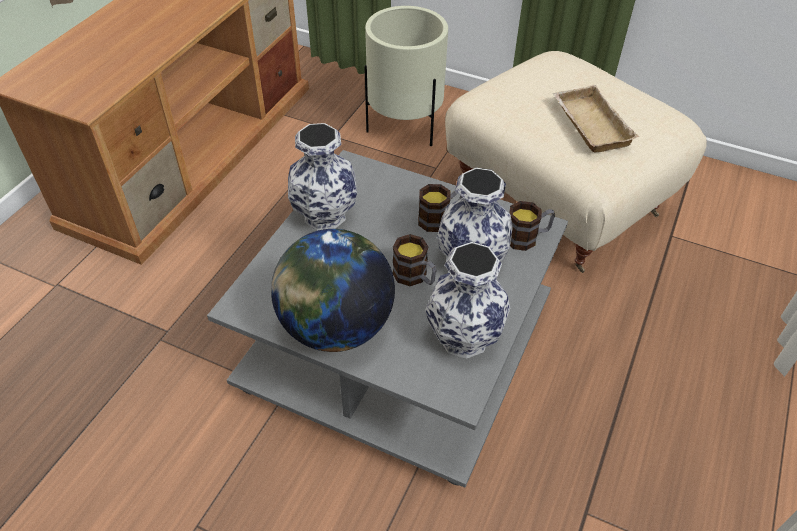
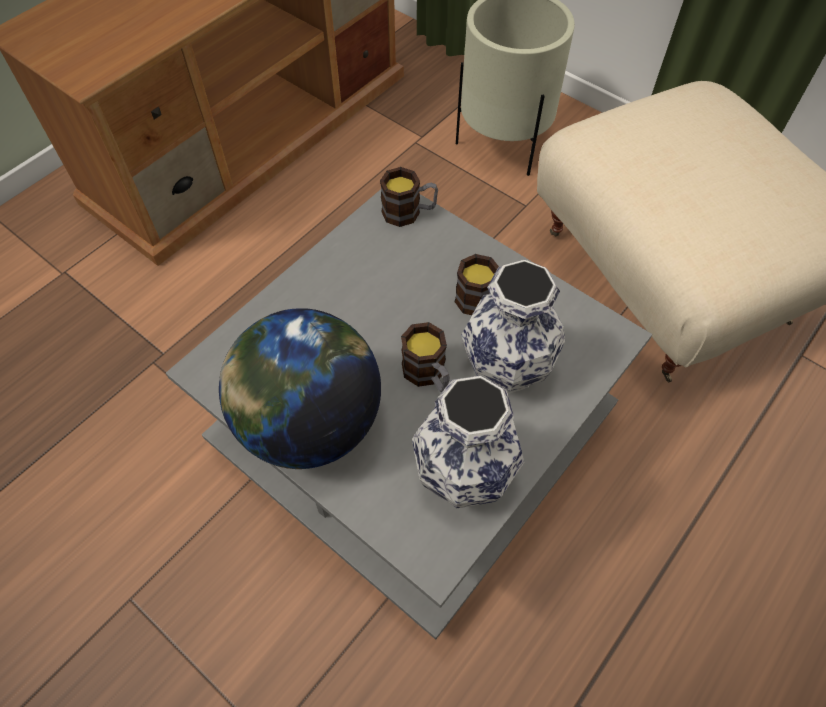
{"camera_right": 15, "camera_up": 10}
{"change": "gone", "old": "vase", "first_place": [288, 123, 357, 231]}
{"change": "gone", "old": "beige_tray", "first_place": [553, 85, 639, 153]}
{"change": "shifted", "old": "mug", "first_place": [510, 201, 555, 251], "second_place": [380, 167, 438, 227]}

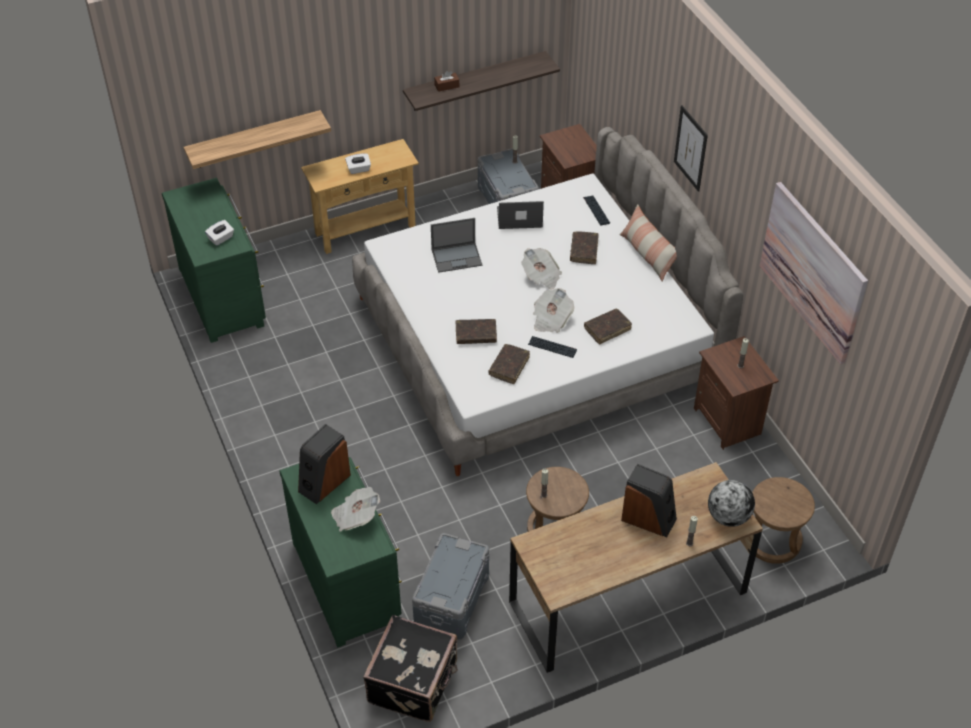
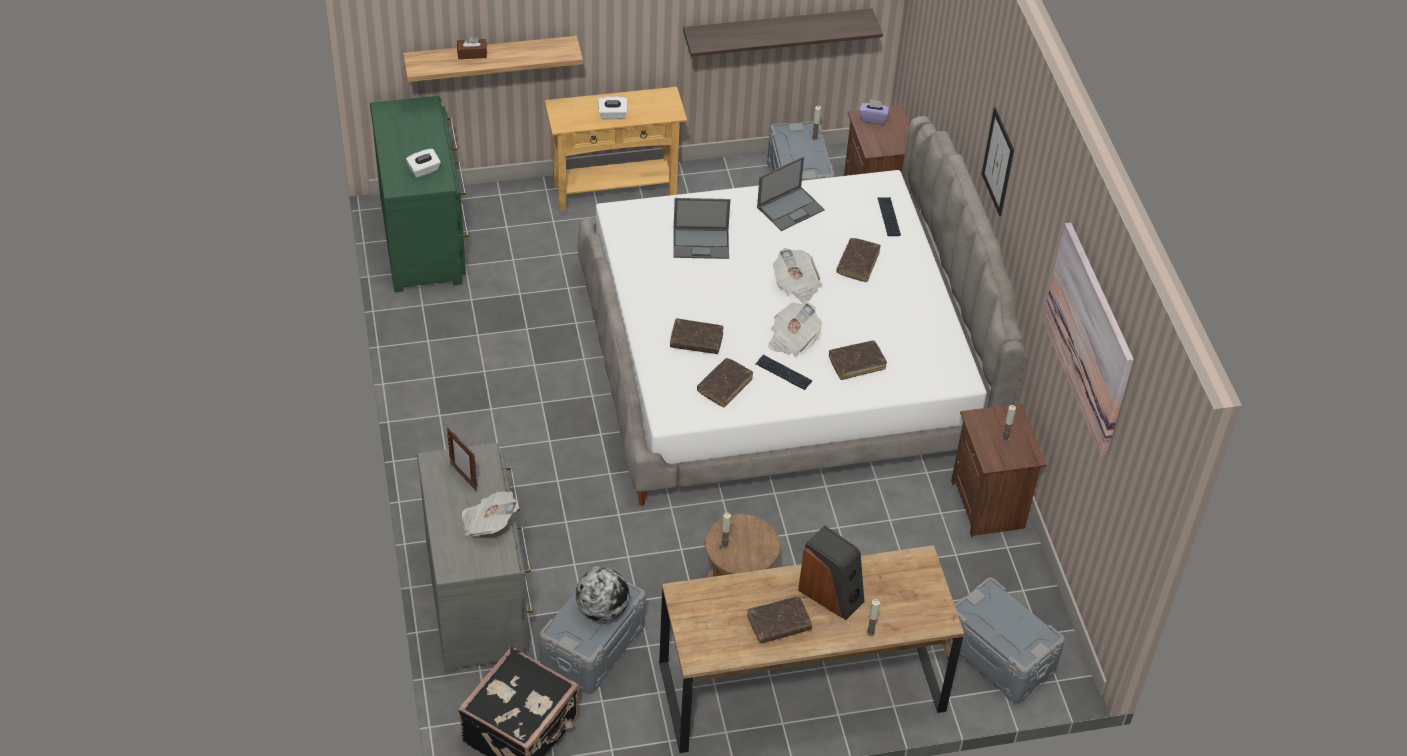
{"camera_right": 10, "camera_up": 0}
{"change": "gone", "old": "pillow", "first_place": [619, 204, 677, 282]}
{"change": "new", "new": "brown_book", "second_place": [747, 596, 812, 643]}
{"change": "new", "new": "purple_tissue_box", "second_place": [859, 99, 889, 125]}
{"change": "shifted", "old": "brown_tissue_box", "first_place": [434, 71, 459, 92], "second_place": [457, 35, 487, 59]}
{"change": "shifted", "old": "globe", "first_place": [708, 480, 755, 527], "second_place": [576, 567, 630, 622]}
{"change": "swapped", "old": "speaker", "new": "picture_frame", "first_place": [298, 424, 351, 504], "second_place": [447, 428, 477, 491]}
{"change": "swapped", "old": "brown_stool", "new": "grey_storage_box", "first_place": [752, 477, 815, 564], "second_place": [954, 577, 1065, 703]}
{"change": "repainted", "old": "green_dresser", "new": "grey_dresser", "first_place": [279, 457, 402, 647], "second_place": [417, 443, 533, 674]}
{"change": "rotated", "old": "laptop", "first_place": [497, 201, 544, 229], "second_place": [757, 157, 825, 231], "degrees": 135}

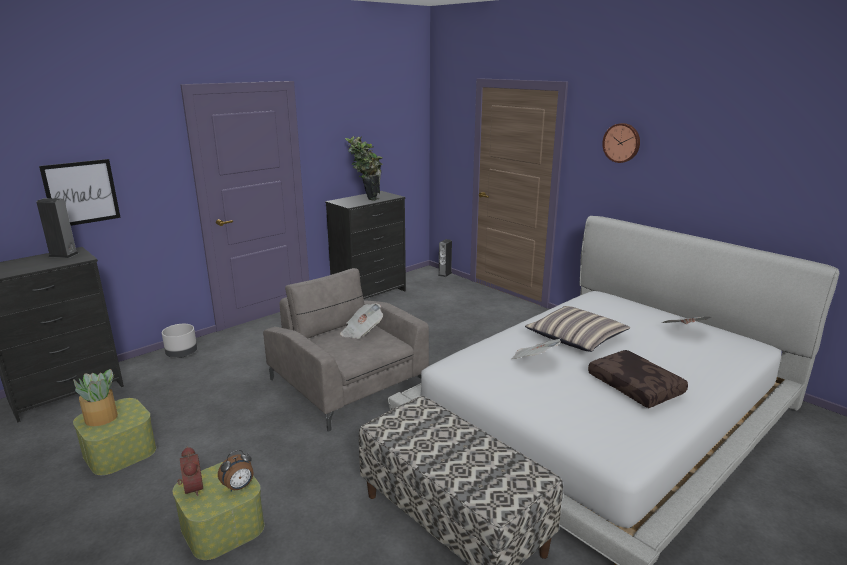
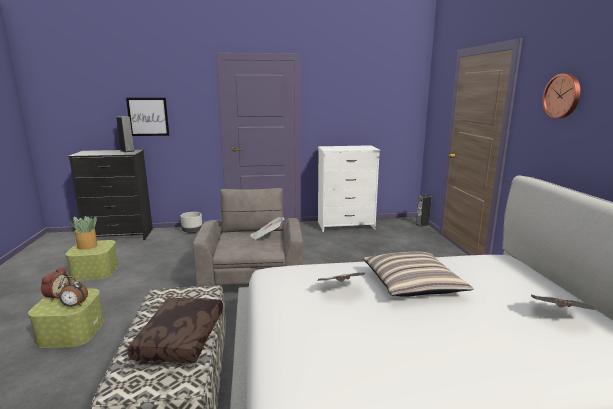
{"camera_right": 35, "camera_up": -5}
{"change": "gone", "old": "potted_plant", "first_place": [345, 135, 383, 201]}
{"change": "shifted", "old": "brown_pillow", "first_place": [588, 350, 688, 408], "second_place": [128, 298, 223, 363]}
{"change": "repainted", "old": "black_dresser", "new": "white_dresser", "first_place": [325, 191, 406, 299], "second_place": [318, 145, 380, 232]}

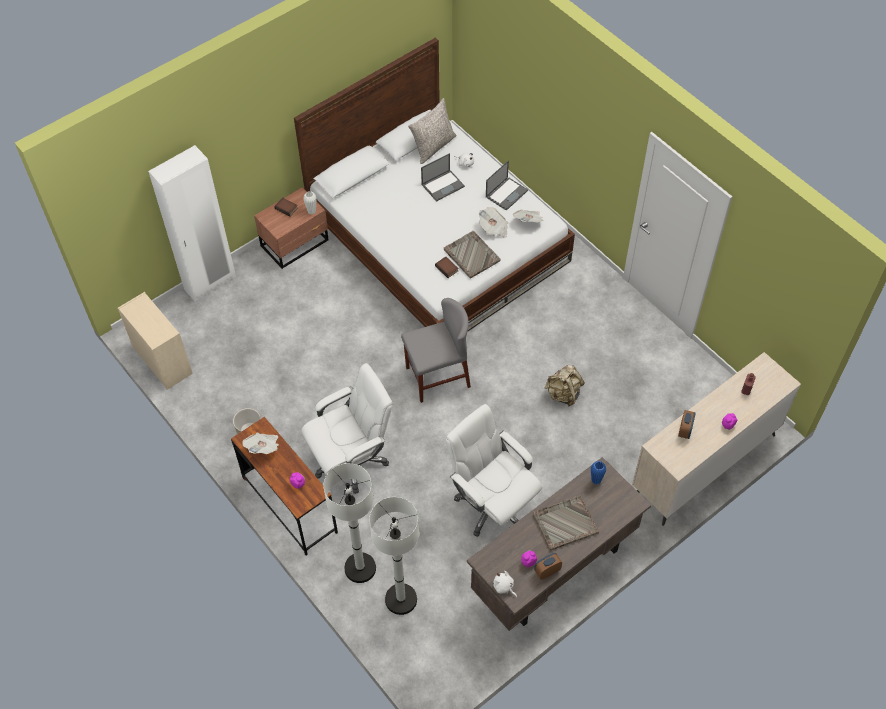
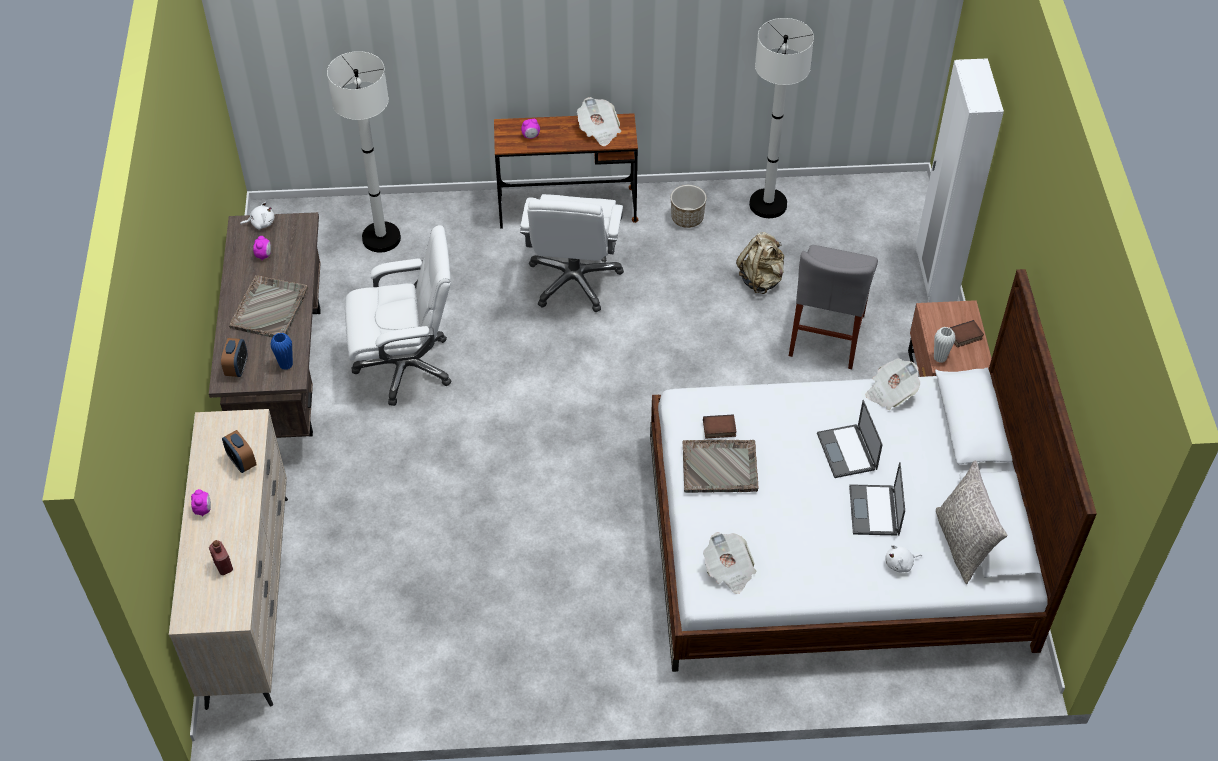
{"camera_right": 125, "camera_up": -5}
{"change": "gone", "old": "beige_dresser", "first_place": [118, 292, 193, 390]}
{"change": "shifted", "old": "white_floor_lamp", "first_place": [323, 463, 376, 583], "second_place": [749, 18, 814, 218]}
{"change": "shifted", "old": "grey_chair", "first_place": [401, 298, 471, 403], "second_place": [789, 245, 878, 369]}
{"change": "shifted", "old": "newspaper", "first_place": [479, 207, 508, 238], "second_place": [865, 358, 920, 410]}
{"change": "shifted", "old": "laptop", "first_place": [486, 161, 528, 211], "second_place": [817, 400, 883, 478]}
{"change": "shifted", "old": "alarm_clock", "first_place": [534, 553, 562, 580], "second_place": [221, 338, 247, 377]}
{"change": "shifted", "old": "beige_backpack", "first_place": [545, 365, 585, 406], "second_place": [736, 232, 784, 294]}

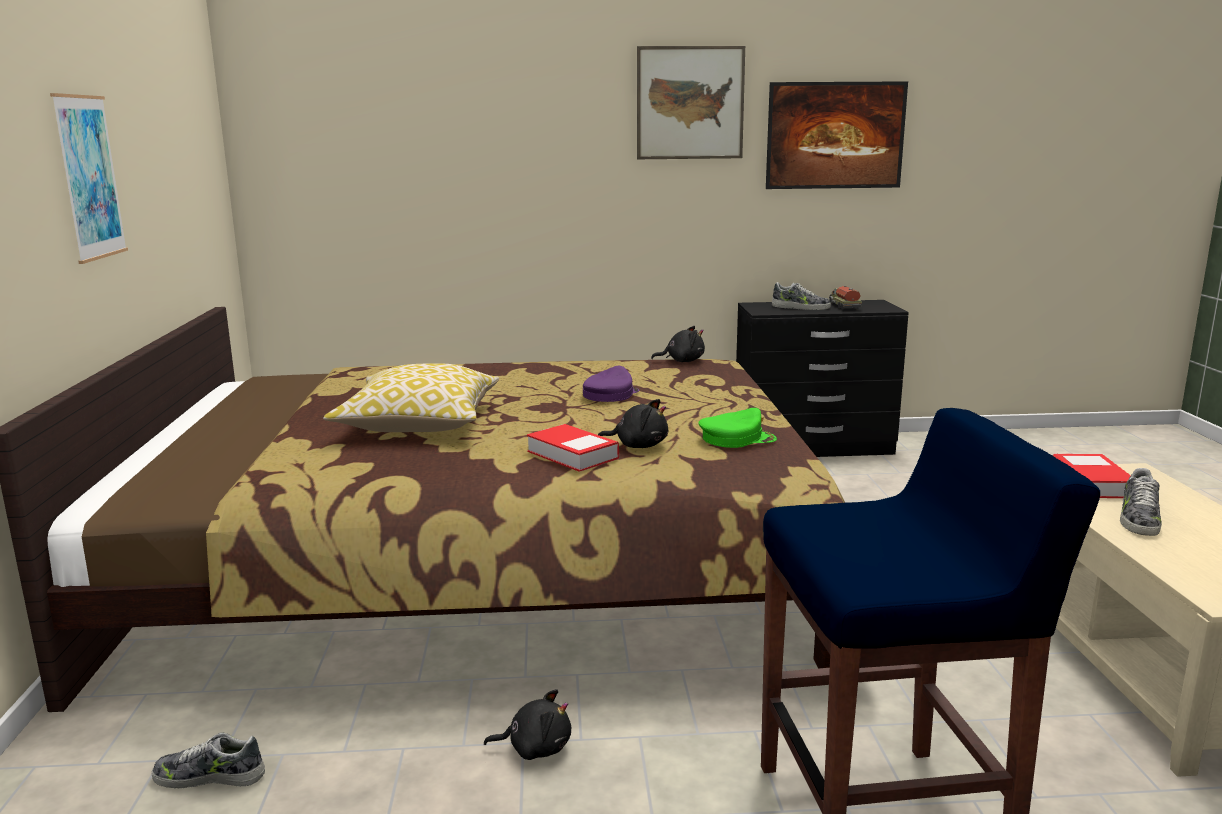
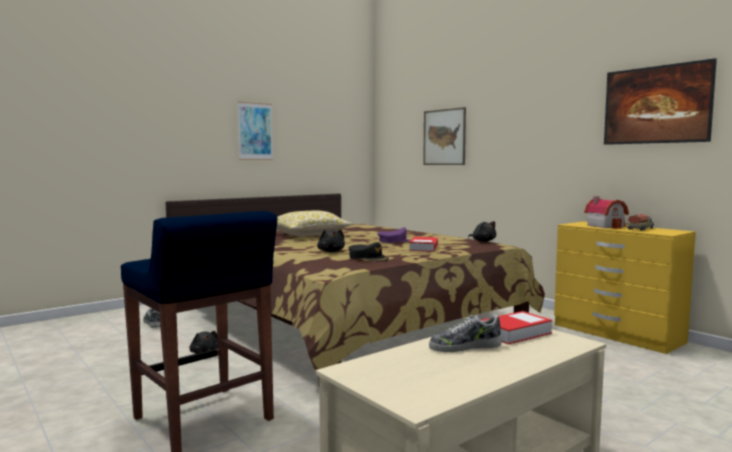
{"camera_right": 55, "camera_up": -10}
{"change": "shifted", "old": "book", "first_place": [527, 424, 619, 472], "second_place": [409, 237, 438, 252]}
{"change": "shifted", "old": "picture", "first_place": [637, 46, 745, 159], "second_place": [423, 107, 466, 165]}
{"change": "swapped", "old": "shoe", "new": "toy_house", "first_place": [772, 282, 831, 310], "second_place": [584, 196, 629, 229]}
{"change": "repainted", "old": "green_cap", "new": "black_cap", "first_place": [698, 408, 777, 448], "second_place": [349, 242, 389, 261]}
{"change": "repainted", "old": "black_dresser", "new": "yellow_dresser", "first_place": [736, 300, 909, 457], "second_place": [554, 221, 696, 354]}

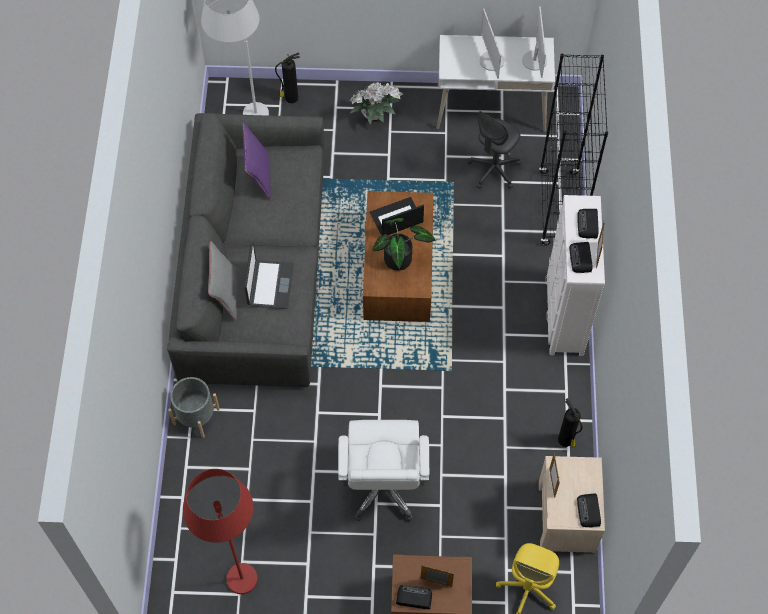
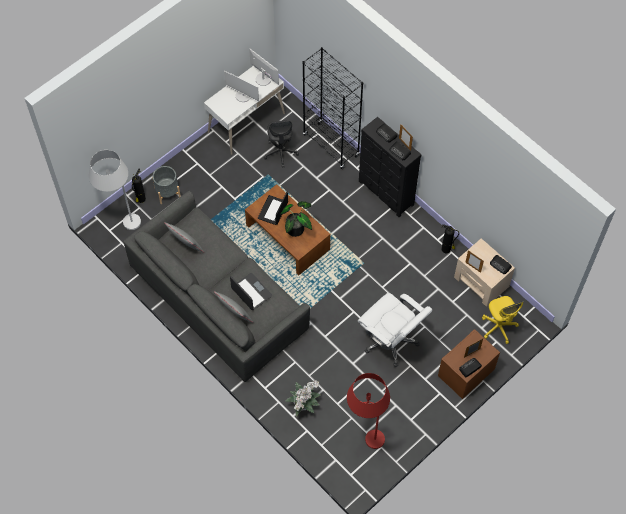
{"camera_right": -45, "camera_up": 0}
{"change": "shifted", "old": "grey_planter", "first_place": [168, 377, 220, 438], "second_place": [152, 166, 181, 204]}
{"change": "shifted", "old": "potted_plant", "first_place": [349, 82, 403, 124], "second_place": [285, 380, 321, 417]}
{"change": "repainted", "old": "purple_pillow", "new": "grey_pillow", "first_place": [243, 123, 271, 199], "second_place": [164, 222, 204, 252]}
{"change": "repainted", "old": "white_dresser", "new": "black_dresser", "first_place": [546, 195, 605, 356], "second_place": [359, 117, 421, 217]}

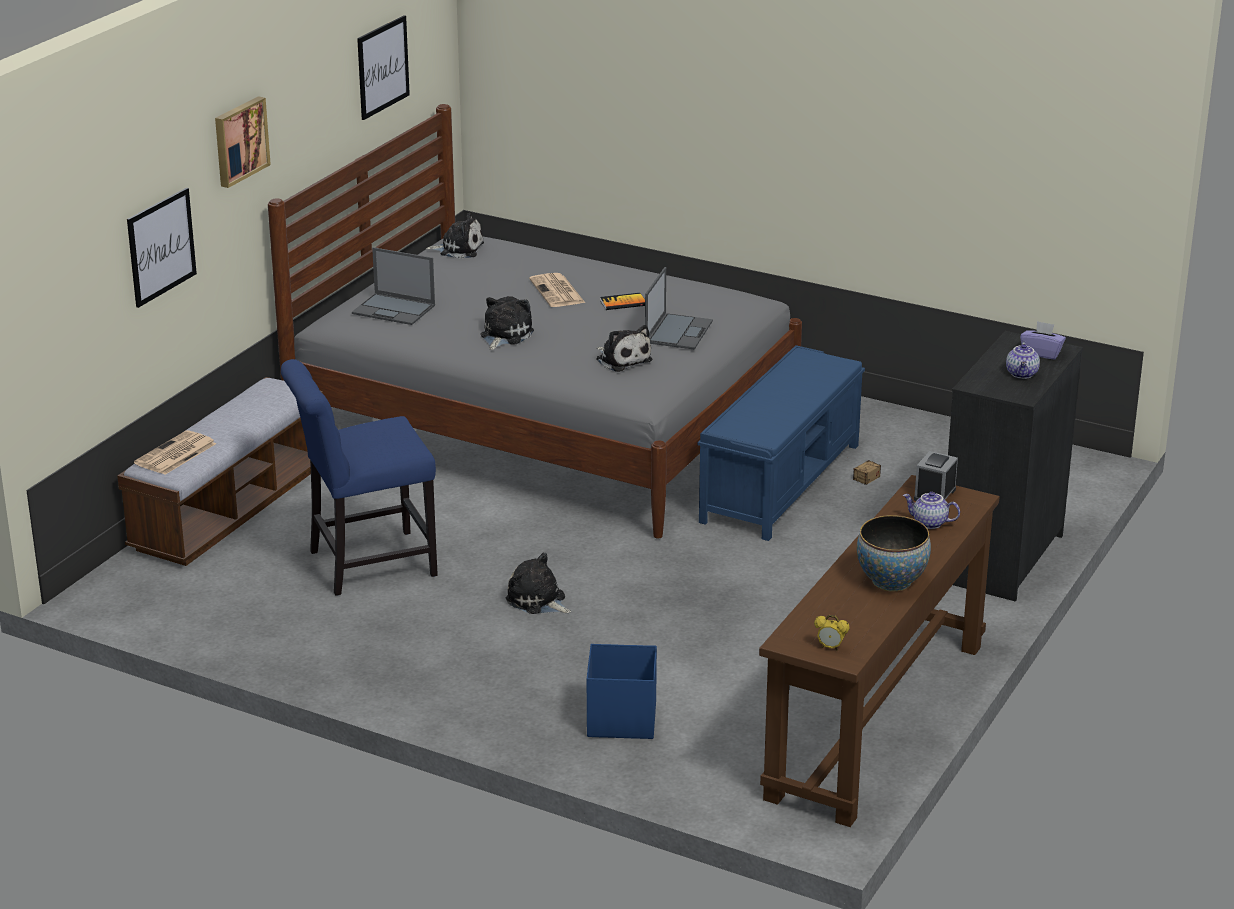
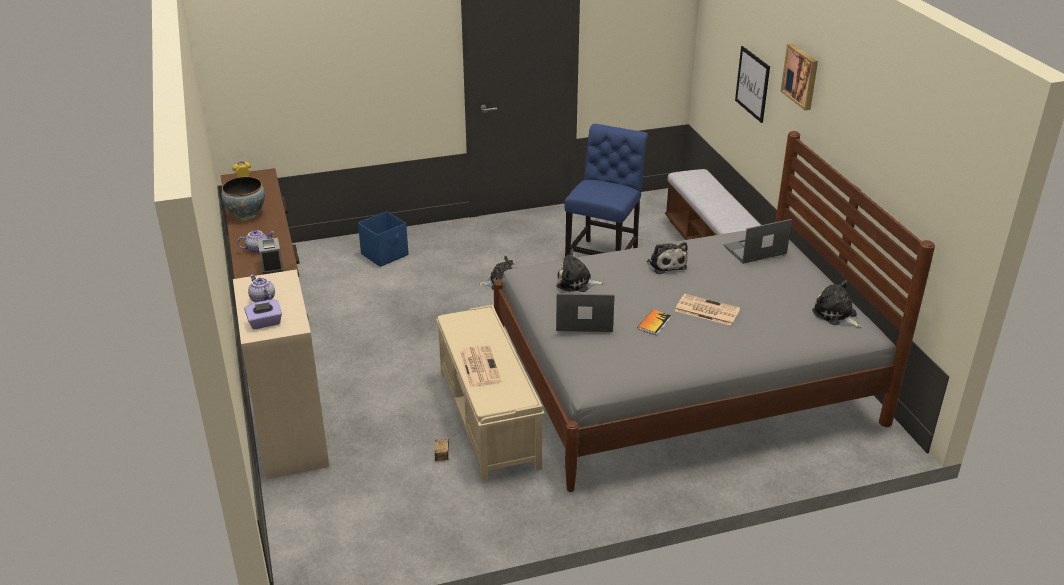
{"camera_right": 135, "camera_up": 5}
{"change": "gone", "old": "picture", "first_place": [357, 15, 410, 120]}
{"change": "shifted", "old": "newspaper", "first_place": [134, 430, 216, 475], "second_place": [460, 345, 501, 387]}
{"change": "repainted", "old": "blue_bench", "new": "beige_bench", "first_place": [698, 345, 865, 541], "second_place": [436, 305, 544, 482]}
{"change": "repainted", "old": "black_dresser", "new": "beige_dresser", "first_place": [948, 331, 1083, 601], "second_place": [233, 270, 330, 479]}
{"change": "rotated", "old": "plush_toy", "first_place": [426, 213, 484, 258], "second_place": [812, 280, 862, 328], "degrees": 90}
{"change": "rotated", "old": "laptop", "first_place": [645, 267, 713, 350], "second_place": [556, 293, 615, 332], "degrees": 120}

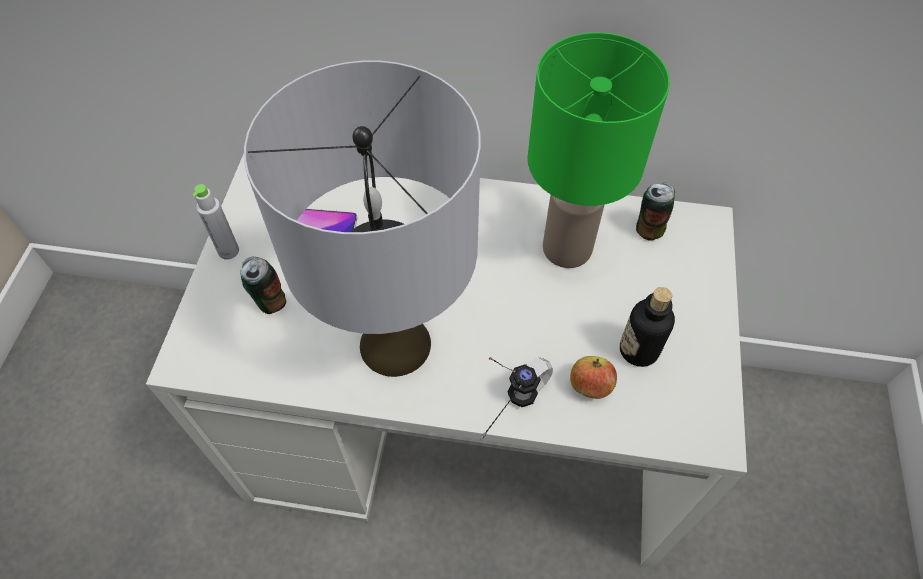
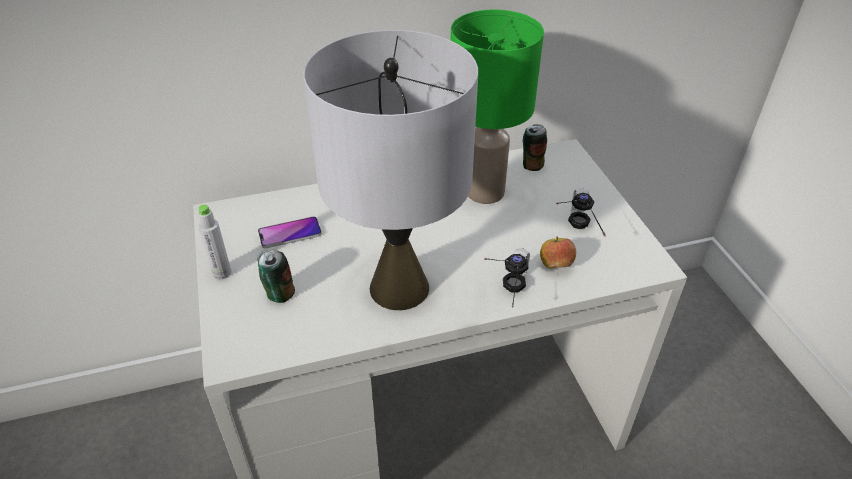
{"camera_right": -25, "camera_up": -15}
{"change": "swapped", "old": "bottle", "new": "headphones", "first_place": [620, 287, 675, 367], "second_place": [556, 188, 606, 236]}

